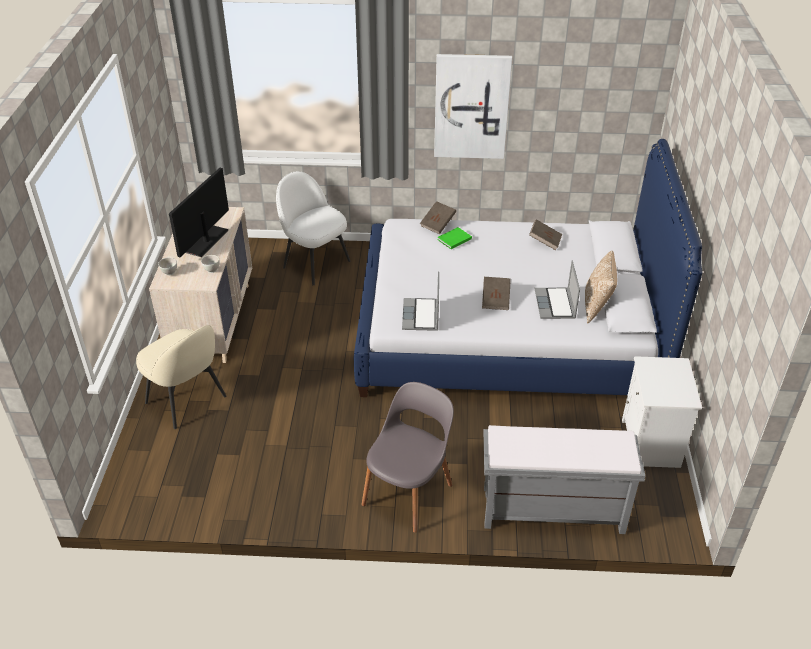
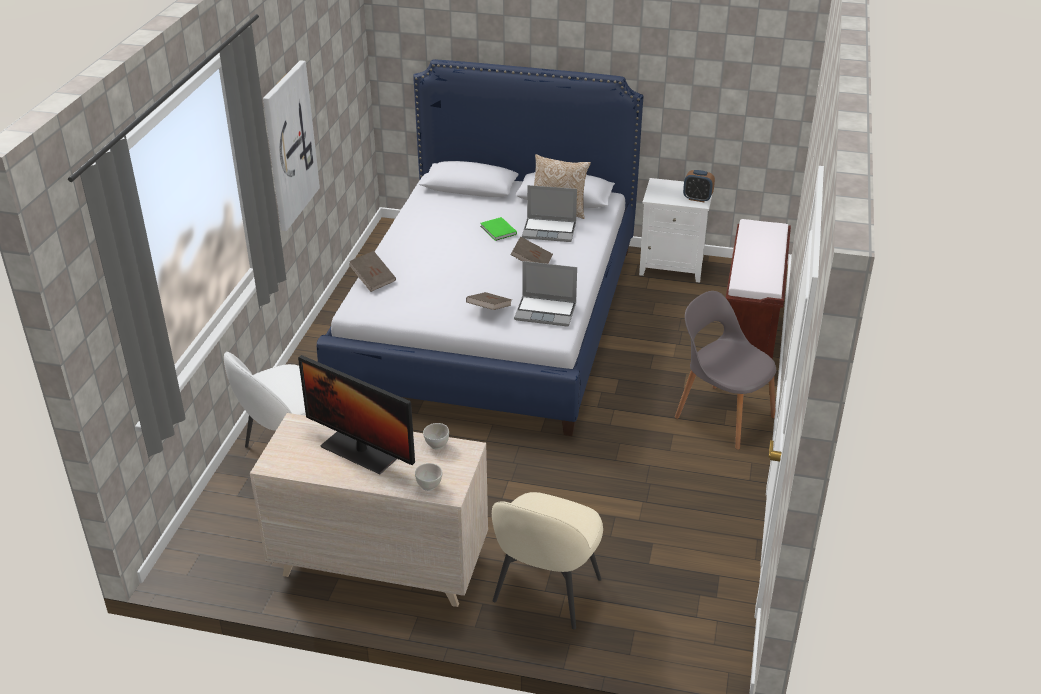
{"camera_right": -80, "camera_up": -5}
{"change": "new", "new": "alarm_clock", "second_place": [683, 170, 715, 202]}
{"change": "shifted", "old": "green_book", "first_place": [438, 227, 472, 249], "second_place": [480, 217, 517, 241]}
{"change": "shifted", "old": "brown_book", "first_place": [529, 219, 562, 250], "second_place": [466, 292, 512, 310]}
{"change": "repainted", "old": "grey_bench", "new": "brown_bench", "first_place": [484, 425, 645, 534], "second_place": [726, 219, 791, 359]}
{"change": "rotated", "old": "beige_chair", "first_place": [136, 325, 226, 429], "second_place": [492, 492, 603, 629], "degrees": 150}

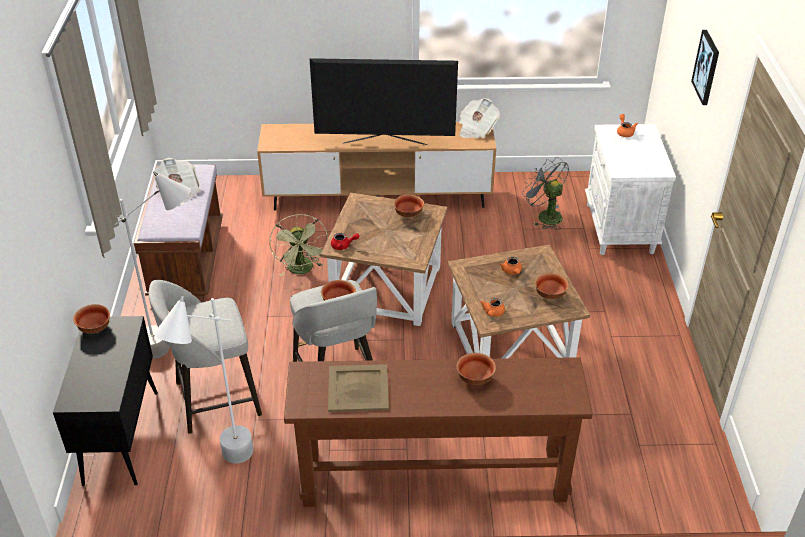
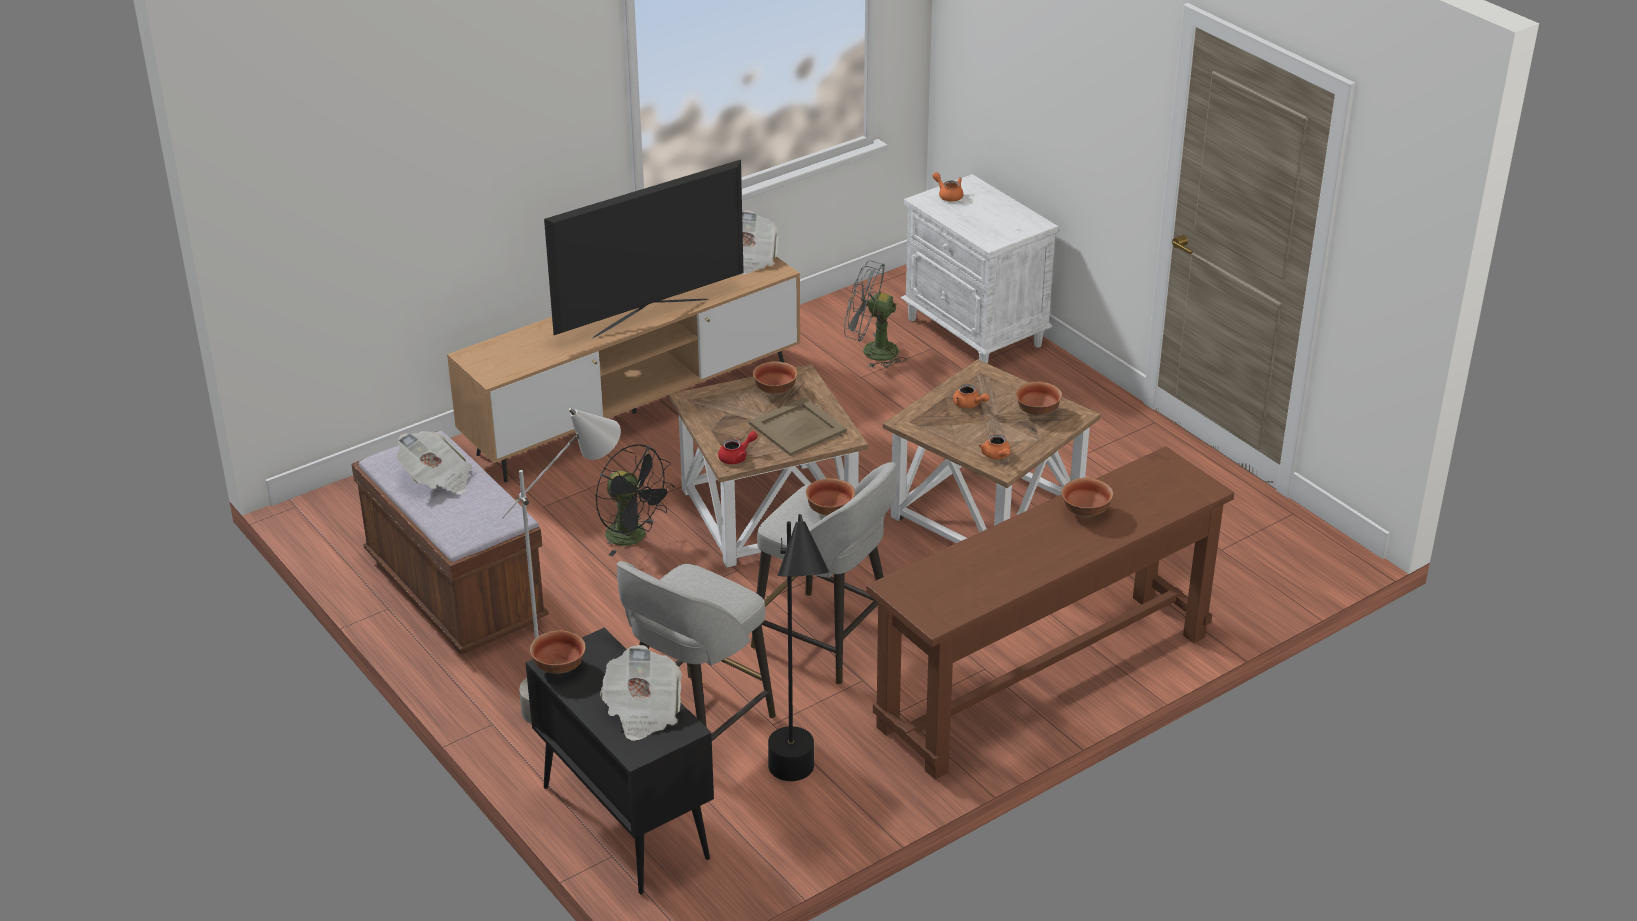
{"camera_right": -35, "camera_up": -5}
{"change": "gone", "old": "picture", "first_place": [691, 30, 719, 105]}
{"change": "new", "new": "newspaper", "second_place": [600, 645, 682, 741]}
{"change": "shifted", "old": "beige_tray", "first_place": [328, 364, 389, 412], "second_place": [749, 397, 847, 456]}
{"change": "repainted", "old": "white_floor_lamp", "new": "black_floor_lamp", "first_place": [154, 296, 253, 464], "second_place": [768, 514, 829, 781]}
{"change": "repainted", "old": "green_fan", "new": "black_fan", "first_place": [269, 214, 328, 276], "second_place": [596, 444, 675, 556]}

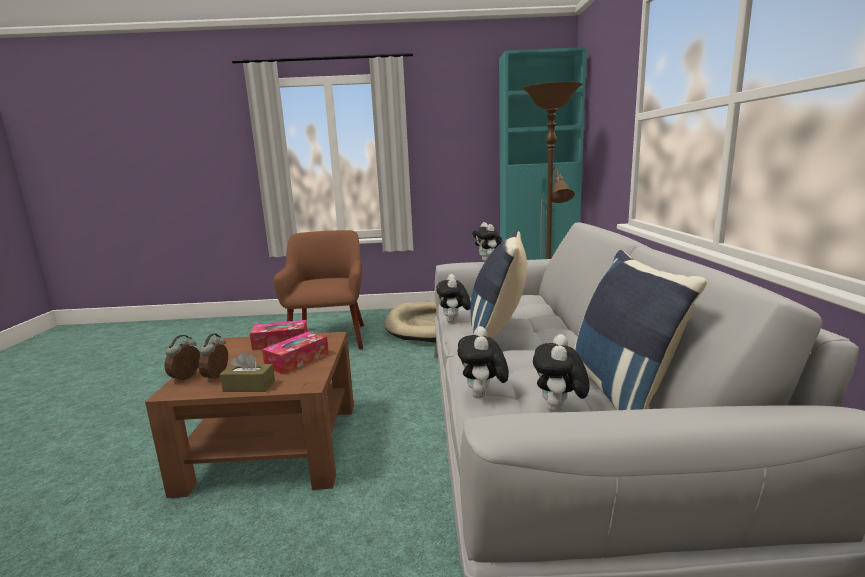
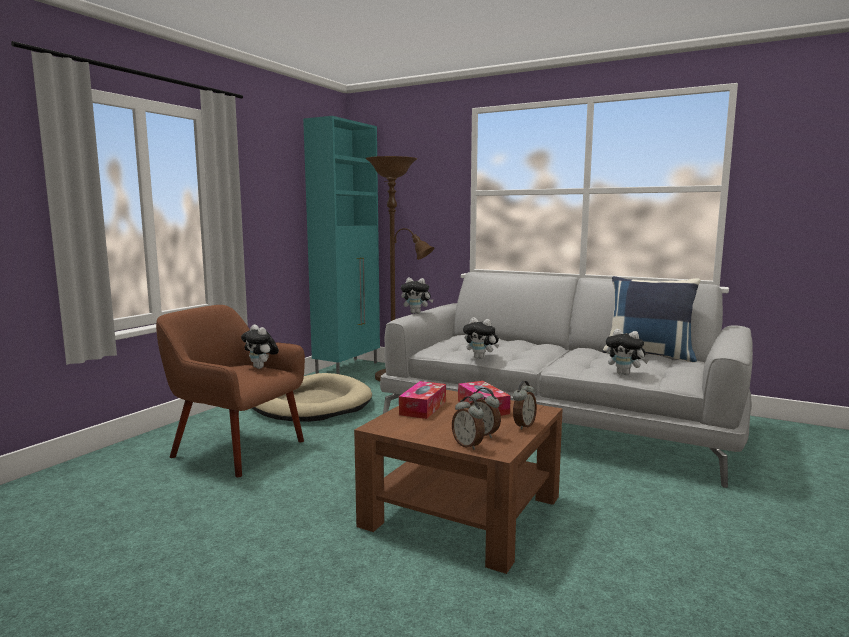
{"camera_right": -60, "camera_up": -5}
{"change": "gone", "old": "blue_pillow", "first_place": [471, 231, 528, 338]}
{"change": "shifted", "old": "plush_toy", "first_place": [533, 334, 590, 412], "second_place": [241, 325, 279, 369]}
{"change": "swapped", "old": "brown_tissue_box", "new": "alarm_clock", "first_place": [220, 352, 275, 392], "second_place": [513, 381, 537, 430]}

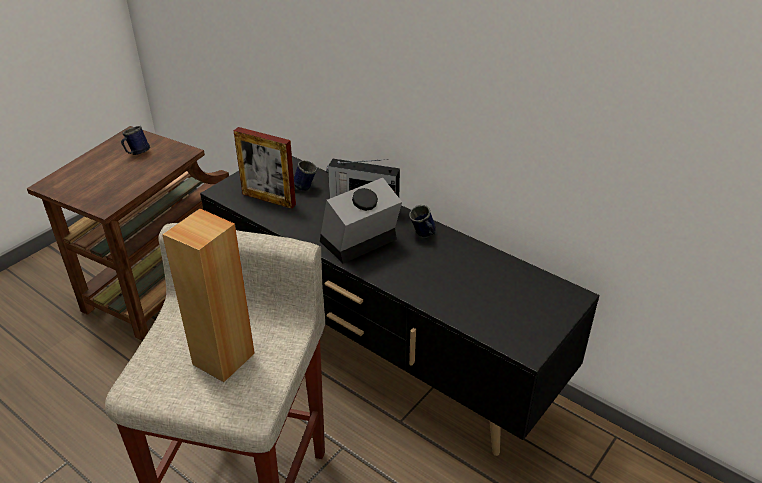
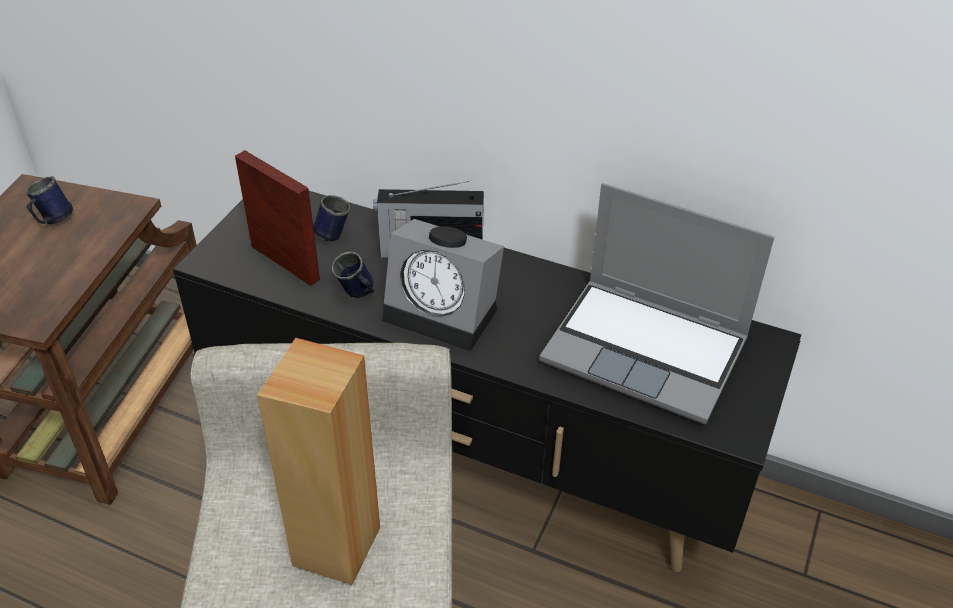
{"camera_right": -15, "camera_up": 5}
{"change": "new", "new": "laptop", "second_place": [539, 183, 774, 424]}
{"change": "shifted", "old": "blue_mug", "first_place": [409, 205, 436, 237], "second_place": [332, 252, 374, 298]}
{"change": "rotated", "old": "picture_frame", "first_place": [234, 127, 296, 209], "second_place": [235, 150, 320, 286], "degrees": -150}
{"change": "rotated", "old": "alarm_clock", "first_place": [320, 178, 402, 264], "second_place": [382, 219, 504, 351], "degrees": -105}

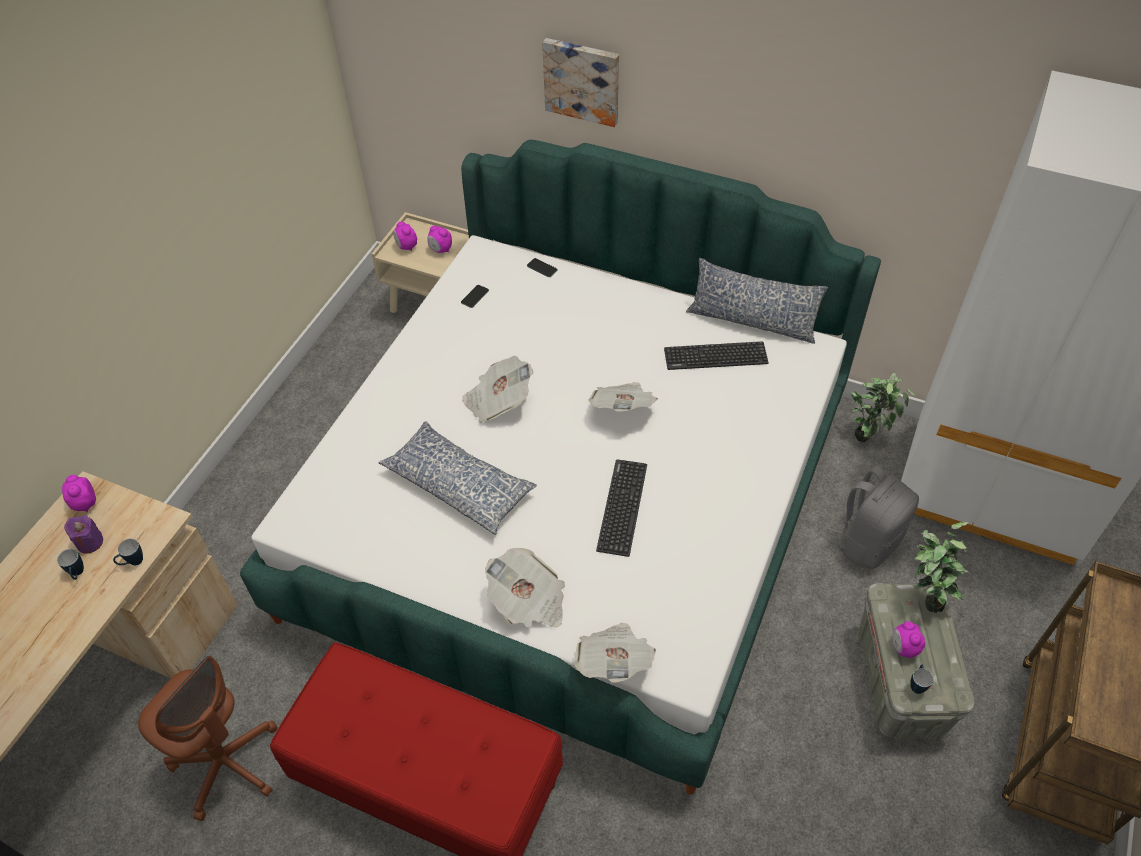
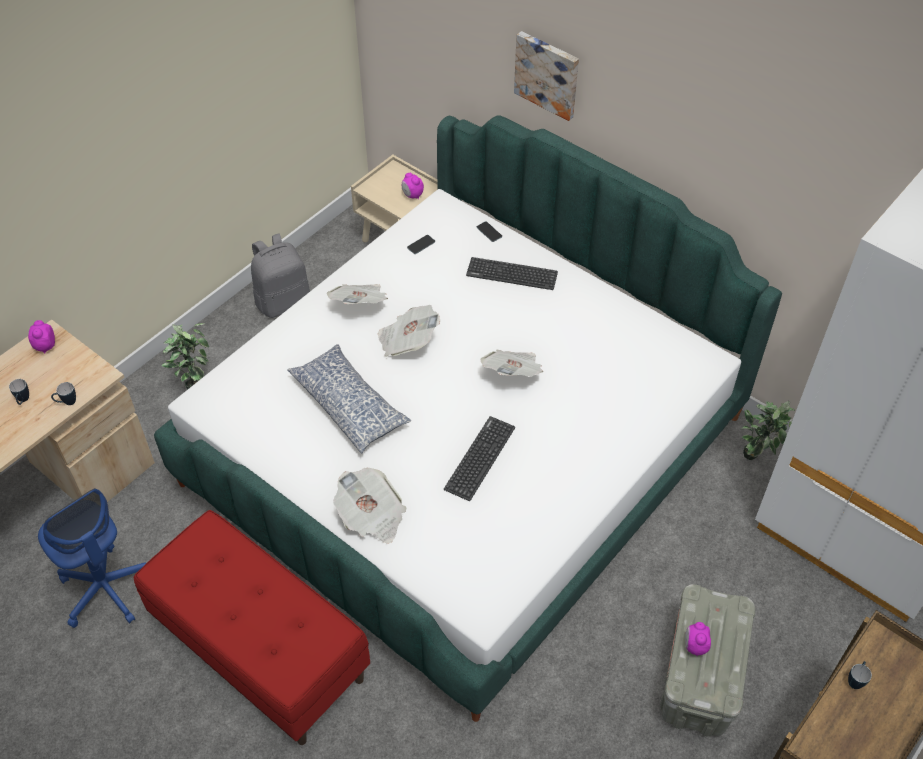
{"camera_right": 15, "camera_up": 0}
{"change": "gone", "old": "purple_candle", "first_place": [64, 516, 103, 554]}
{"change": "gone", "old": "alarm_clock", "first_place": [393, 221, 417, 251]}
{"change": "gone", "old": "pillow", "first_place": [686, 258, 828, 344]}
{"change": "shifted", "old": "newspaper", "first_place": [574, 623, 656, 683], "second_place": [327, 284, 388, 304]}
{"change": "shifted", "old": "keyboard", "first_place": [664, 341, 769, 370], "second_place": [466, 257, 558, 290]}
{"change": "shifted", "old": "grey_backpack", "first_place": [827, 465, 919, 569], "second_place": [251, 233, 310, 318]}
{"change": "shifted", "old": "mug", "first_place": [910, 664, 933, 694], "second_place": [848, 661, 872, 689]}
{"change": "shifted", "old": "potted_plant", "first_place": [914, 522, 971, 613], "second_place": [162, 323, 209, 390]}
{"change": "repainted", "old": "brown_office_chair", "new": "blue_office_chair", "first_place": [138, 656, 278, 821], "second_place": [38, 488, 146, 628]}

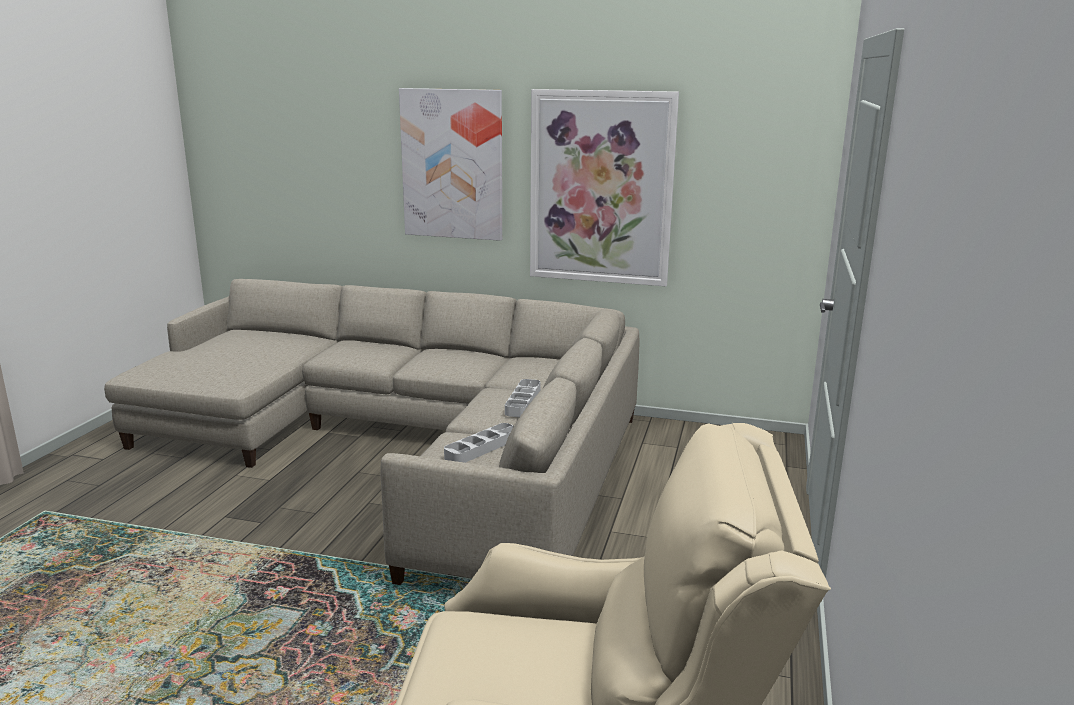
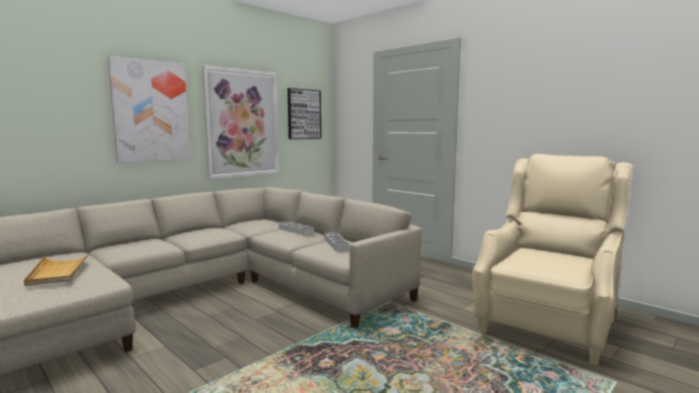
{"camera_right": -60, "camera_up": -10}
{"change": "new", "new": "beige_tray", "second_place": [24, 253, 89, 286]}
{"change": "new", "new": "picture", "second_place": [288, 88, 321, 139]}

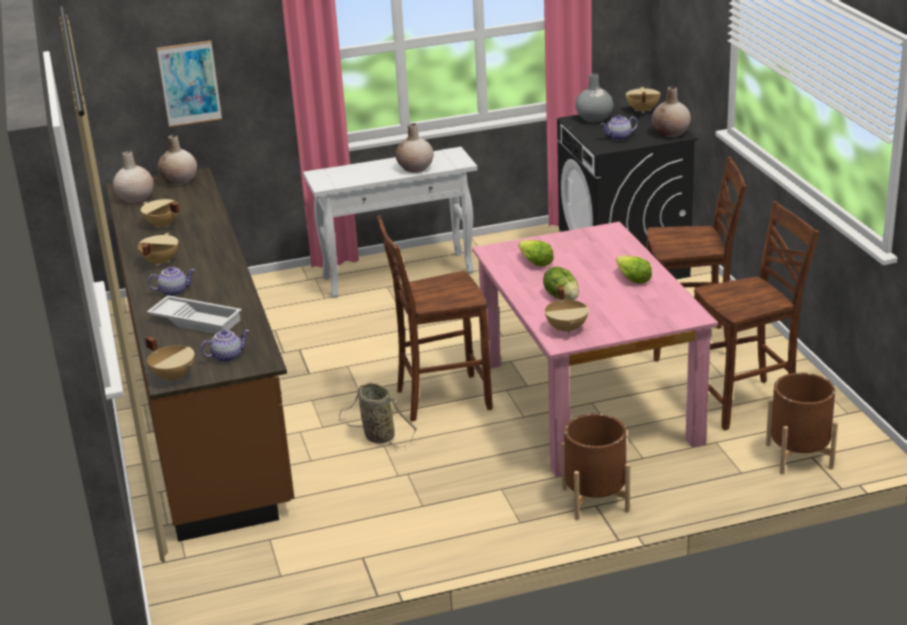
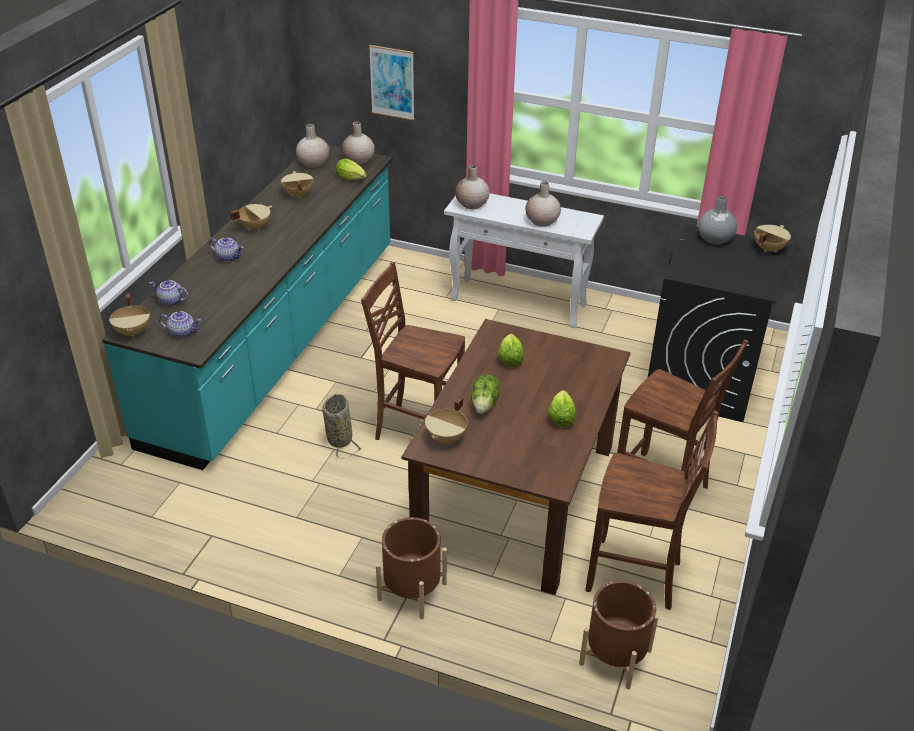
{"camera_right": 35, "camera_up": 10}
{"change": "gone", "old": "white_tray", "first_place": [147, 295, 242, 334]}
{"change": "new", "new": "lettuce", "second_place": [336, 158, 366, 180]}
{"change": "shifted", "old": "teapot", "first_place": [600, 115, 638, 141], "second_place": [150, 280, 189, 306]}
{"change": "shifted", "old": "beige_vase", "first_place": [652, 86, 691, 137], "second_place": [455, 165, 490, 209]}
{"change": "repainted", "old": "brown_counter", "new": "turquoise_counter", "first_place": [106, 168, 295, 542], "second_place": [102, 145, 393, 470]}
{"change": "repainted", "old": "pink_dining_table", "new": "brown_dining_table", "first_place": [472, 222, 718, 477], "second_place": [401, 319, 631, 595]}

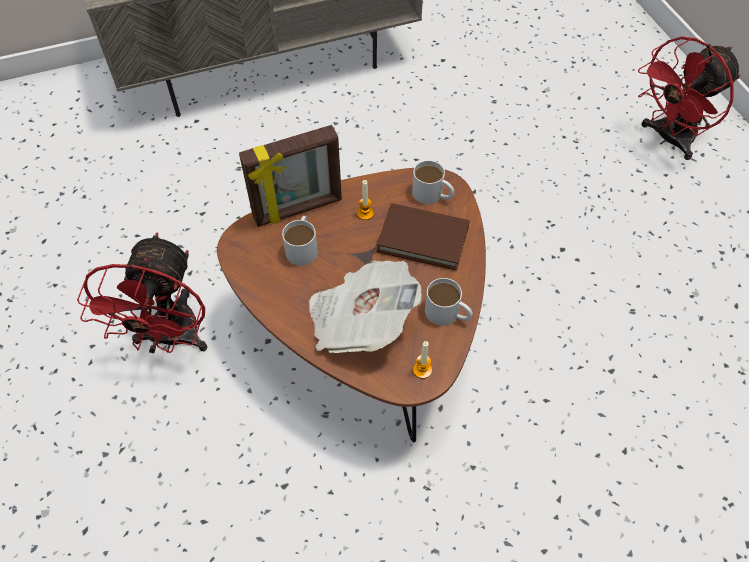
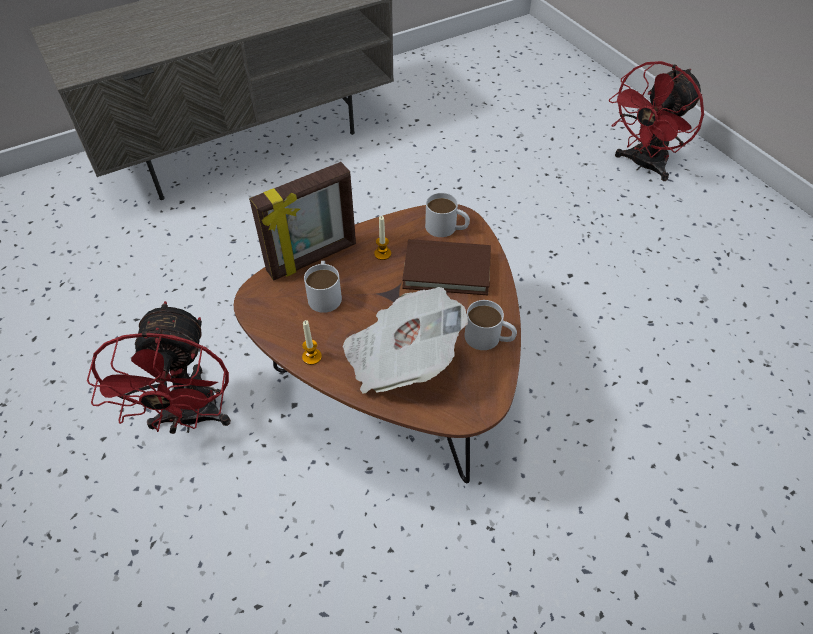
{"camera_right": -10, "camera_up": -5}
{"change": "shifted", "old": "candle", "first_place": [413, 341, 432, 379], "second_place": [302, 320, 322, 365]}

